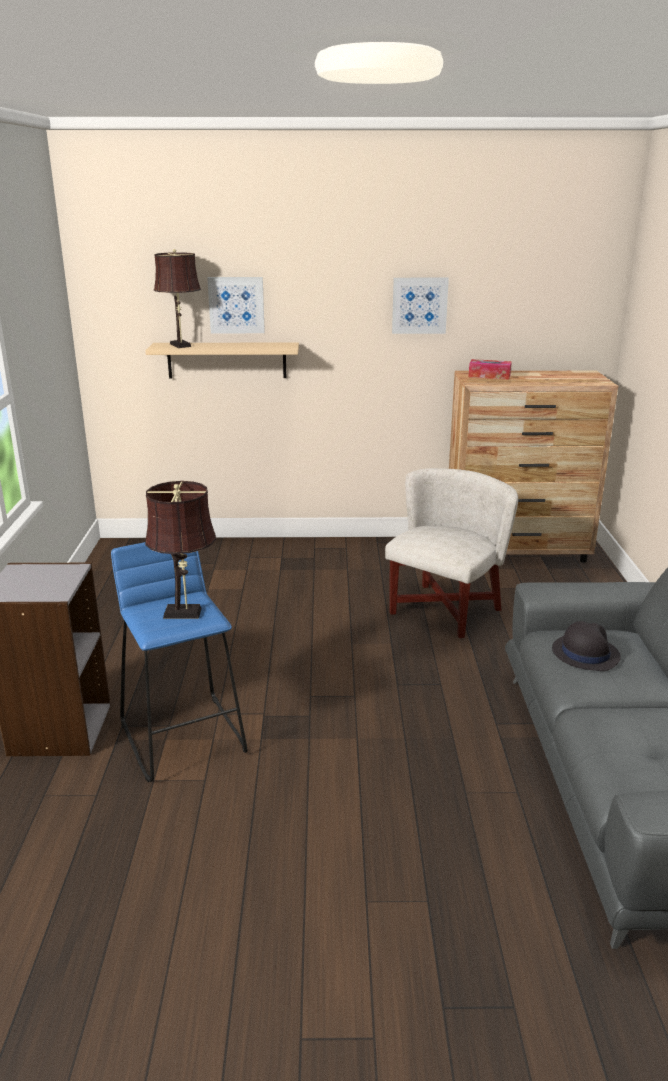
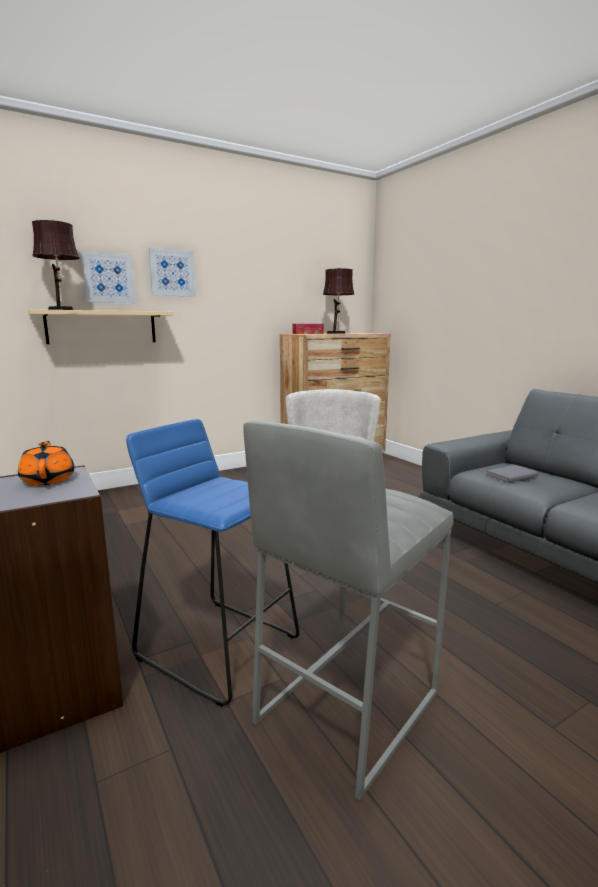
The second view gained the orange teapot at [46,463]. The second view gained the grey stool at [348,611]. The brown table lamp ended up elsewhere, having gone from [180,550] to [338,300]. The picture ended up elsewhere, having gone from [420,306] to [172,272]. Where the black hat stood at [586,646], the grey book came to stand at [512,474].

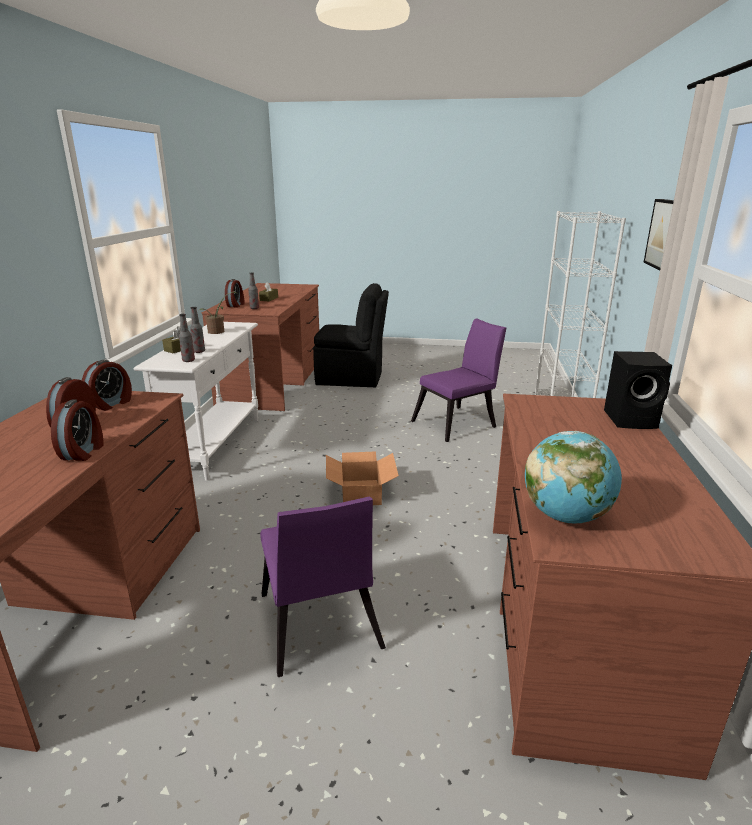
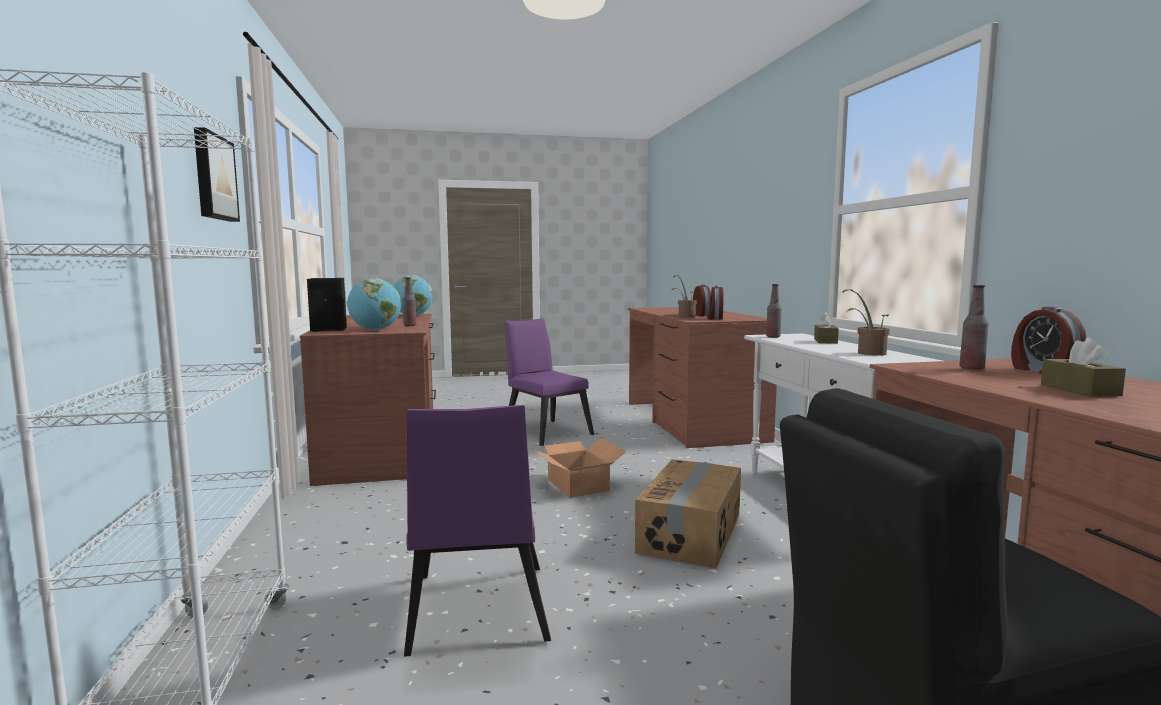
The second view lost the alarm clock at [77,430]. The second view gained the globe at [374,304]. The second view gained the cardboard box at [688,514]. The second view gained the potted plant at [684,296]. The bottle ended up elsewhere, having gone from [197,330] to [409,301]. The purple chair at [459,380] ended up facing another way, 45 degrees counterclockwise from before.

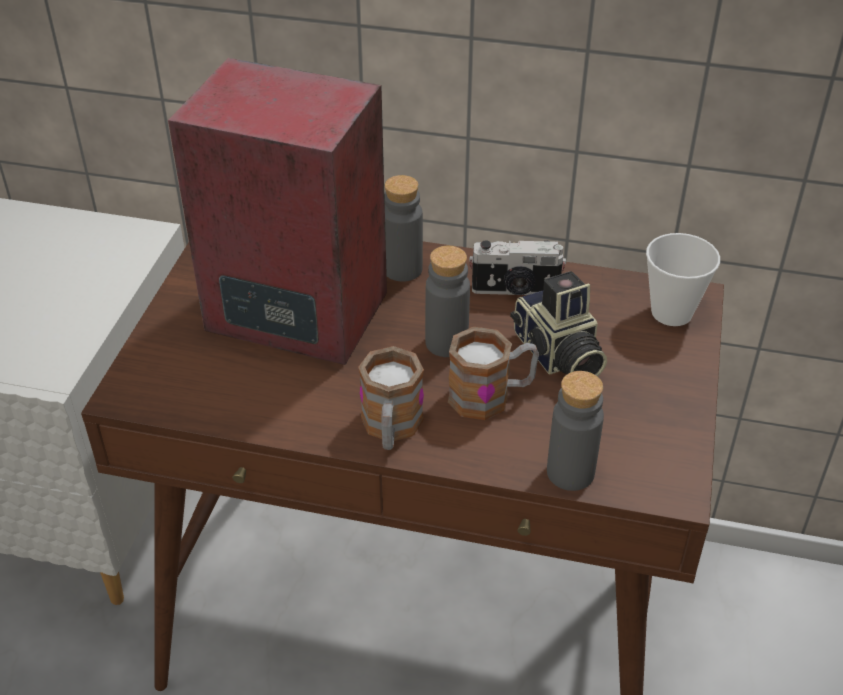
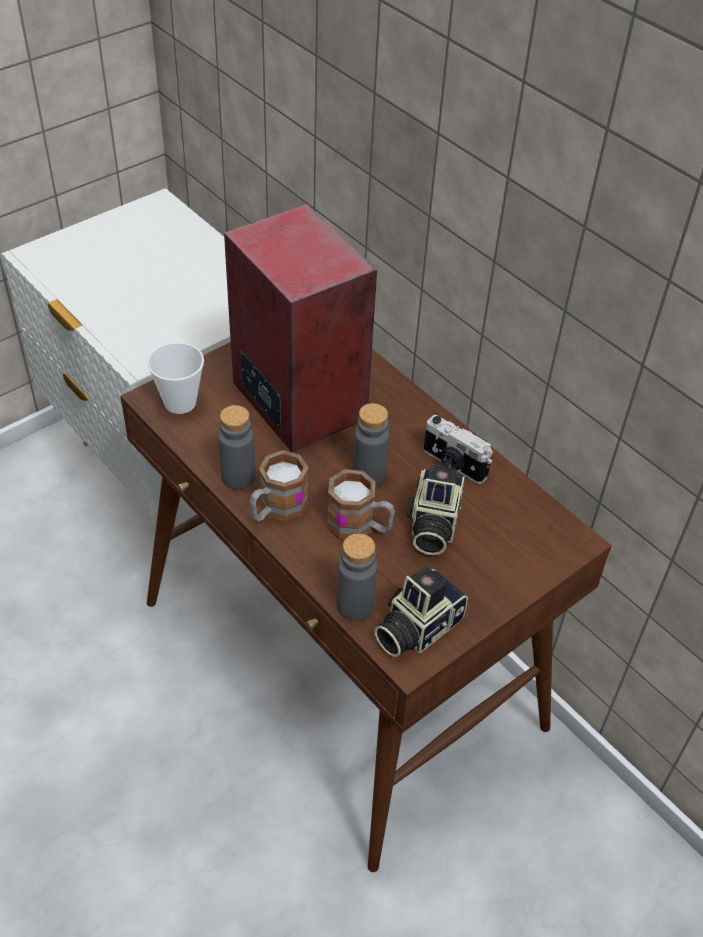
The second view gained the photo camera at [421,611]. The grey bottle ended up elsewhere, having gone from [403,228] to [236,447]. The cup ended up elsewhere, having gone from [683,279] to [175,378].

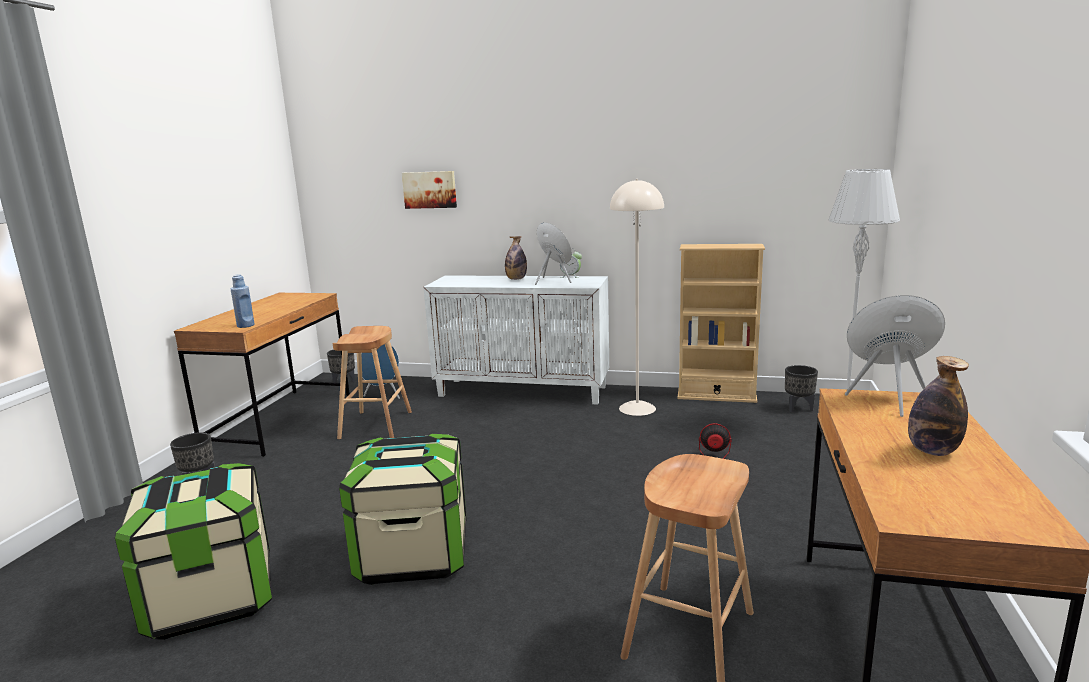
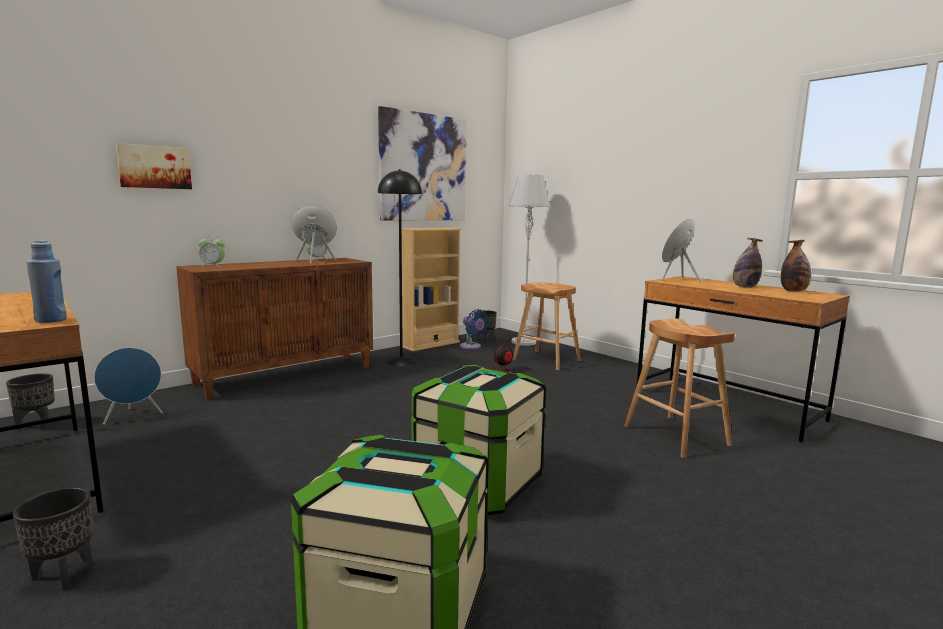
The second view gained the alarm clock at [211,251]. The second view gained the picture at [422,163]. The second view gained the blue fan at [474,329]. The brown stool ended up elsewhere, having gone from [372,383] to [547,327]. The bottle ended up elsewhere, having gone from [516,258] to [796,265]. What was the white cabinet at [516,340] turned into the brown cabinet at [274,329]. What was the beige floor lamp at [637,297] turned into the black floor lamp at [400,267].

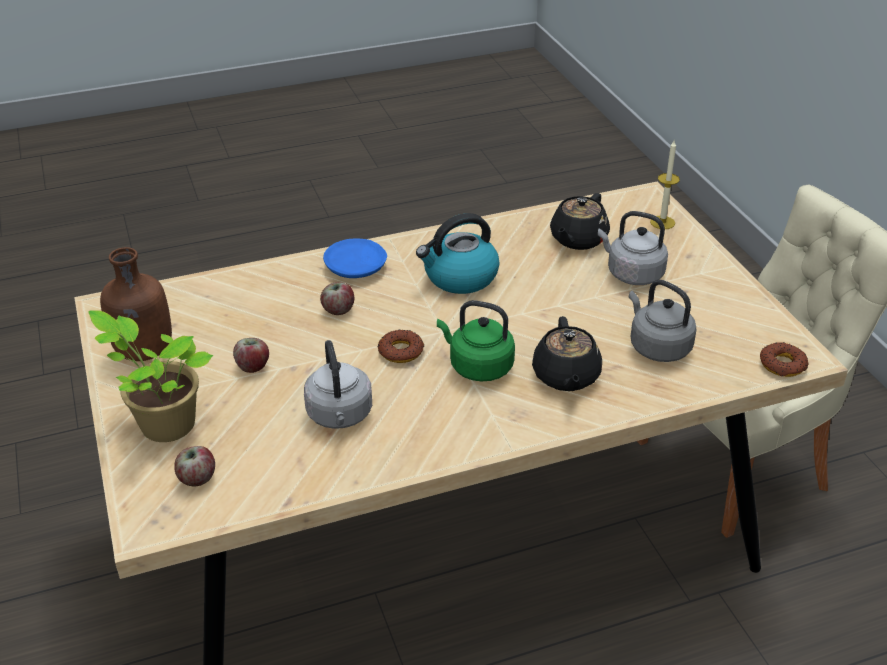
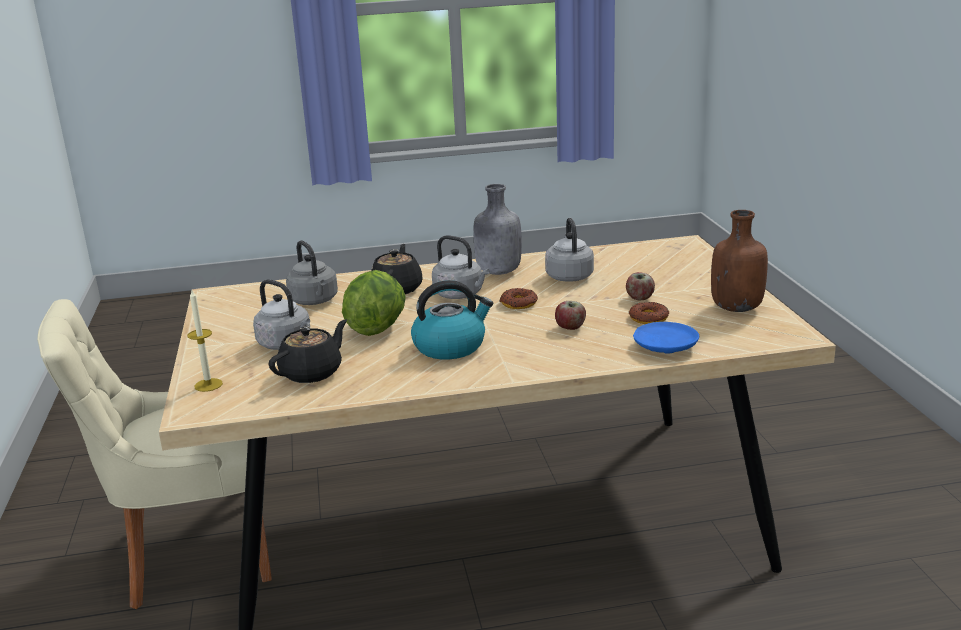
The second view lost the potted plant at [150,376]. The second view lost the apple at [194,466]. The second view gained the lettuce at [374,303]. The second view gained the grey bottle at [497,229]. The blue plate ended up elsewhere, having gone from [355,258] to [666,338]. The donut ended up elsewhere, having gone from [784,359] to [649,313]. What was the green kettle at [476,341] turned into the grey kettle at [460,267].

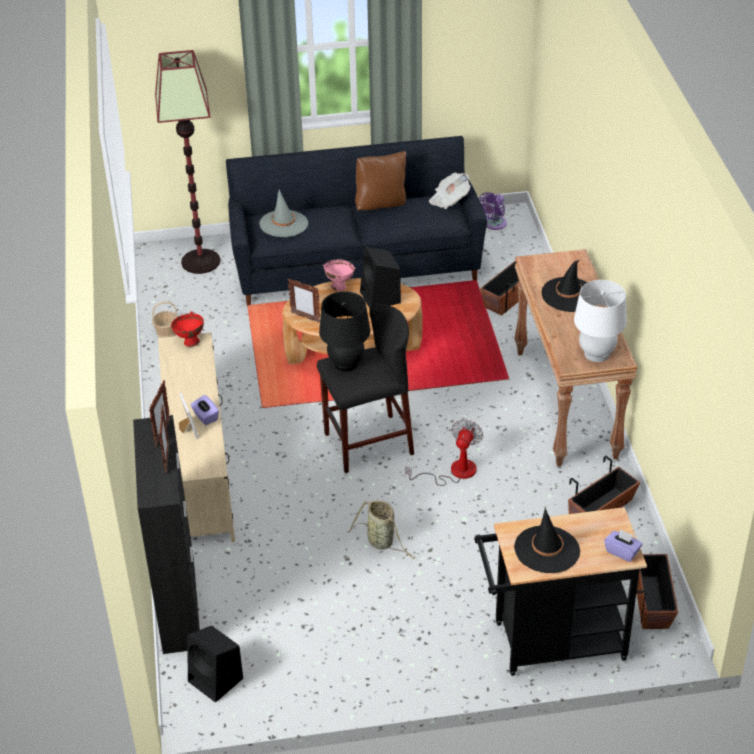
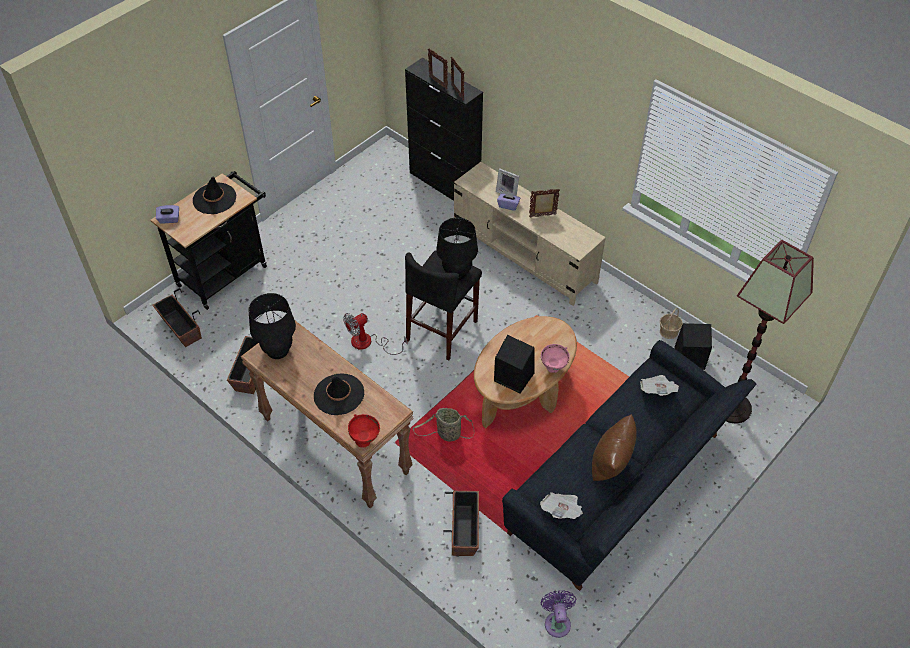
The red bowl ended up elsewhere, having gone from [187,329] to [364,431]. The black speaker ended up elsewhere, having gone from [215,664] to [693,346]. The picture frame ended up elsewhere, having gone from [304,300] to [544,203]. The basket ended up elsewhere, having gone from [382,530] to [443,424]. Where the grey hat stood at [283,213], the newspaper came to stand at [659,385]. What was the white table lamp at [600,321] turned into the black table lamp at [272,326]. The fan at [444,452] ended up facing another way, 75 degrees clockwise from before.

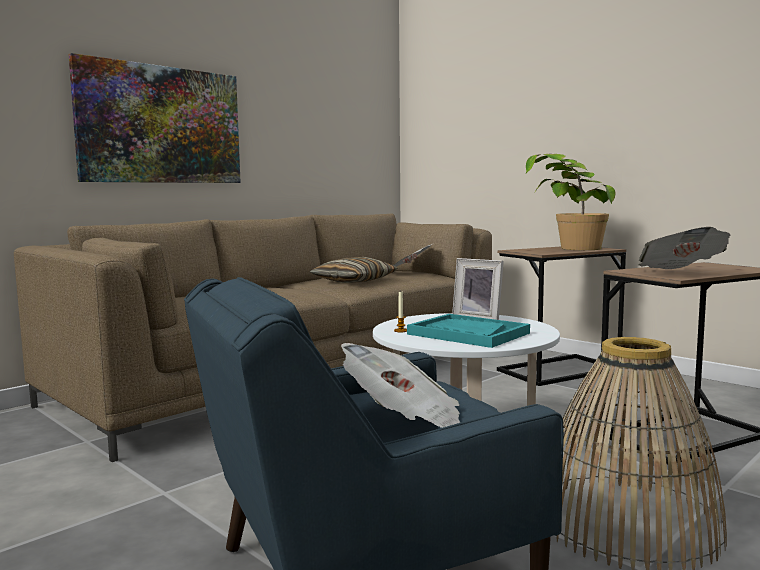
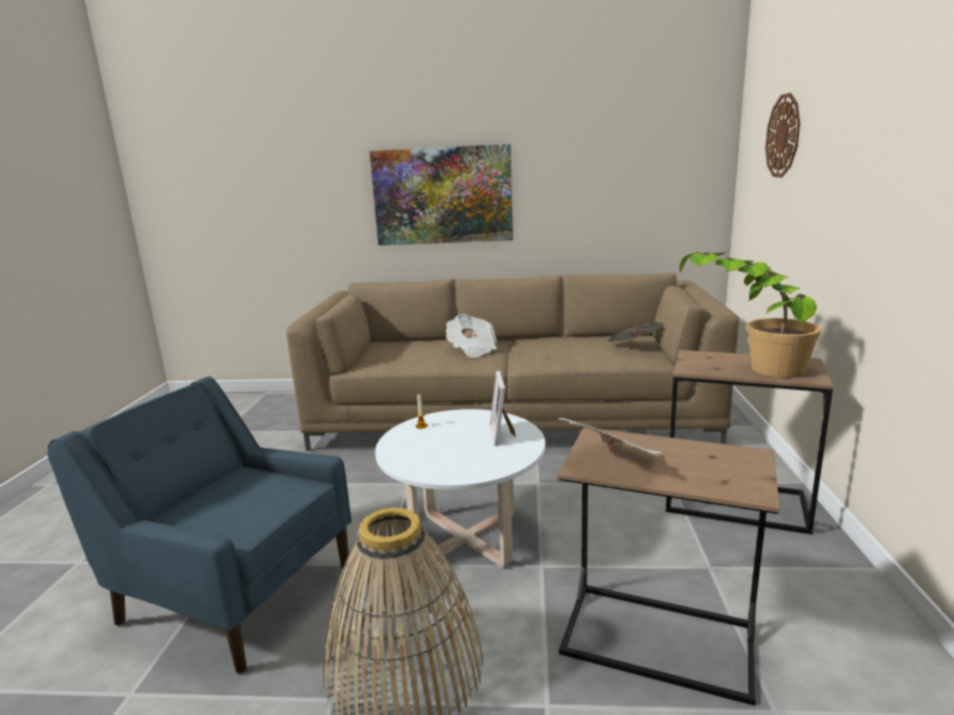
The second view lost the pillow at [353,270]. The second view lost the turquoise tray at [468,331]. The second view gained the wall clock at [782,135]. The newspaper ended up elsewhere, having gone from [400,385] to [471,336].

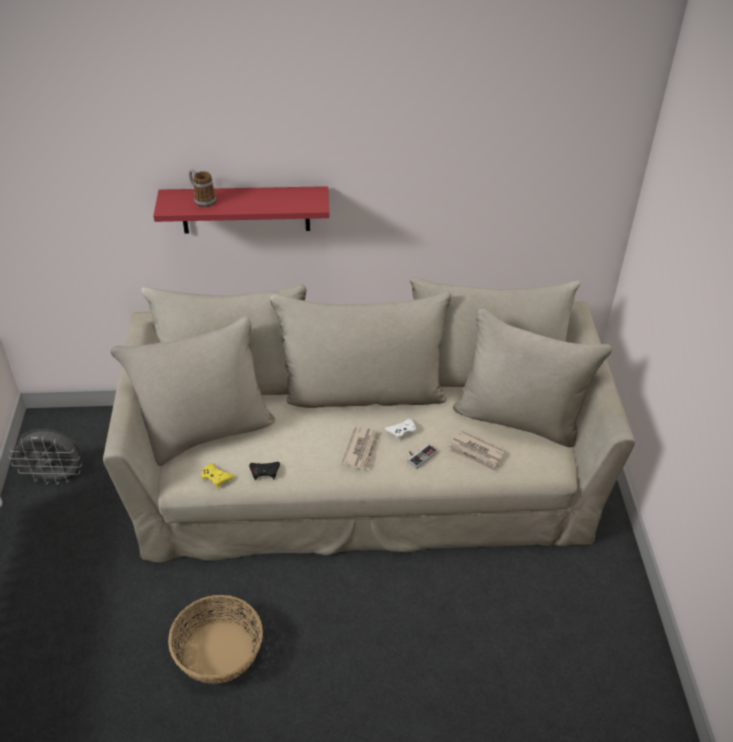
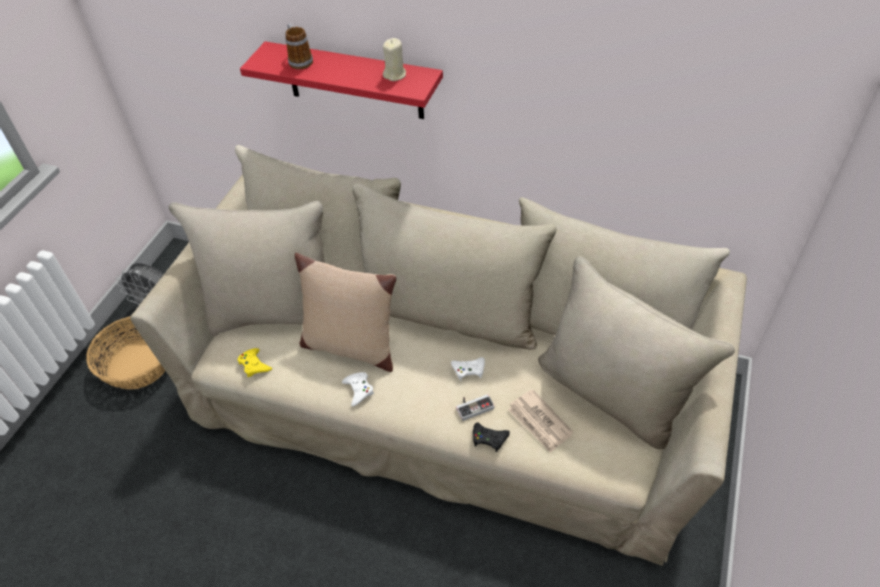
The second view lost the newspaper at [360,448]. The second view gained the beige pillow at [345,312]. The second view gained the white game controller at [358,389]. The second view gained the beige candle at [394,59]. The basket ended up elsewhere, having gone from [215,639] to [125,352]. The black game controller ended up elsewhere, having gone from [264,471] to [491,437].

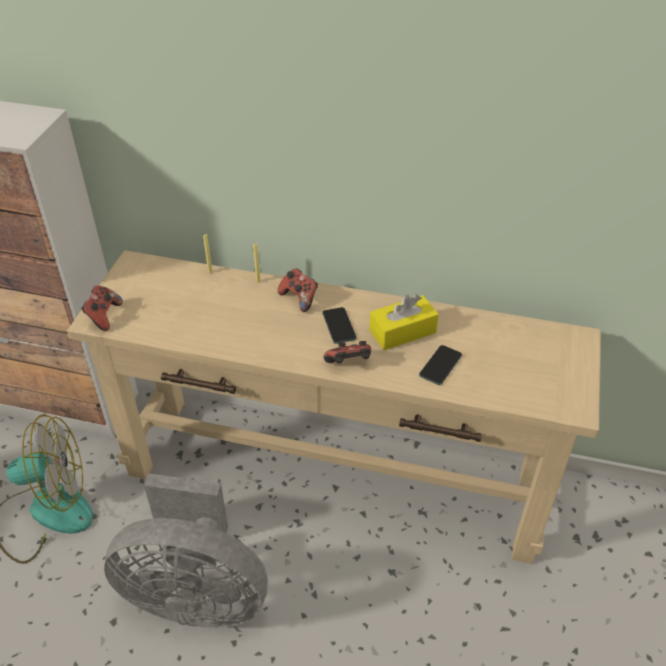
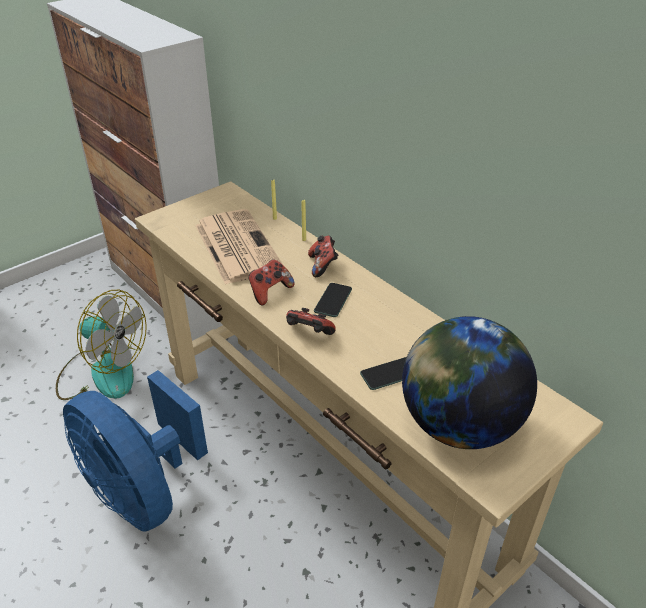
The second view lost the yellow tissue box at [404,322]. The second view gained the newspaper at [238,247]. The second view gained the globe at [469,382]. The game controller ended up elsewhere, having gone from [102,308] to [272,282]. What was the grey fan at [186,551] turned into the blue fan at [135,451].

